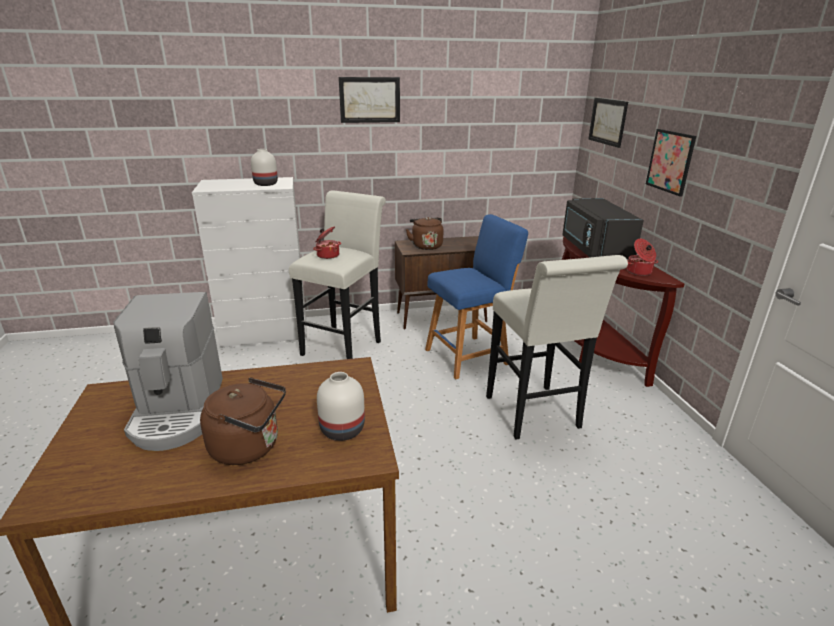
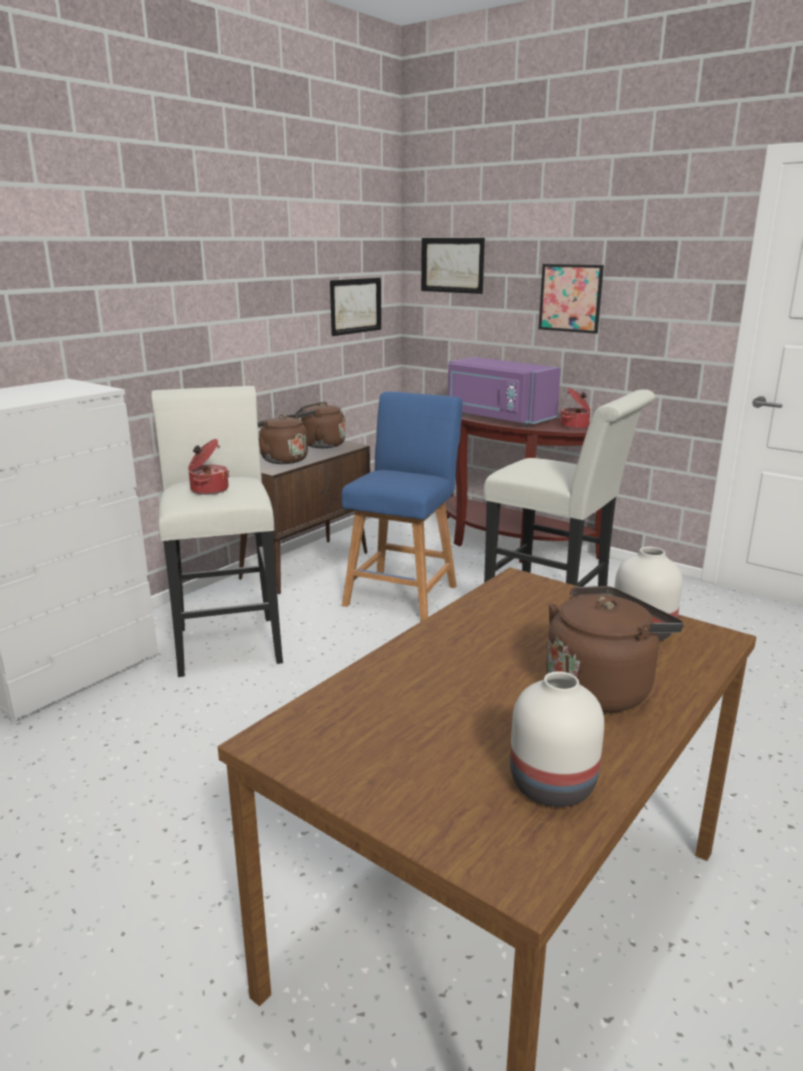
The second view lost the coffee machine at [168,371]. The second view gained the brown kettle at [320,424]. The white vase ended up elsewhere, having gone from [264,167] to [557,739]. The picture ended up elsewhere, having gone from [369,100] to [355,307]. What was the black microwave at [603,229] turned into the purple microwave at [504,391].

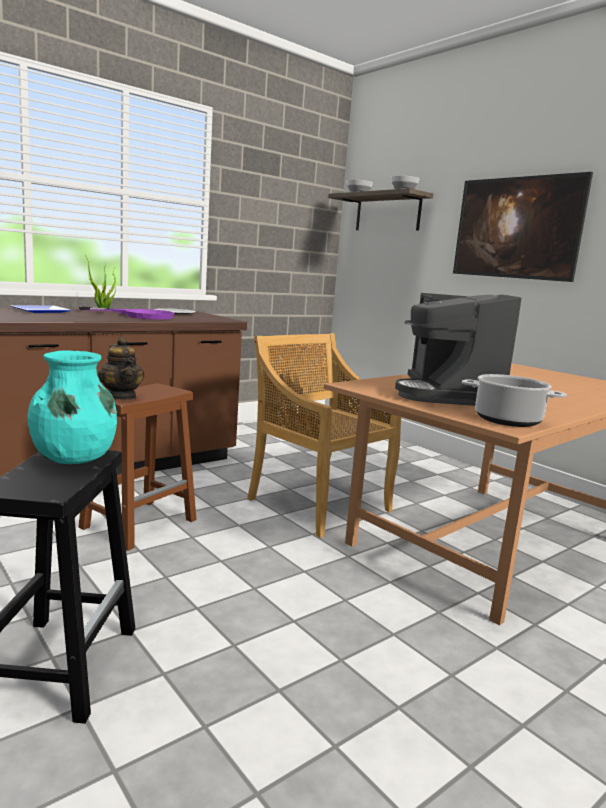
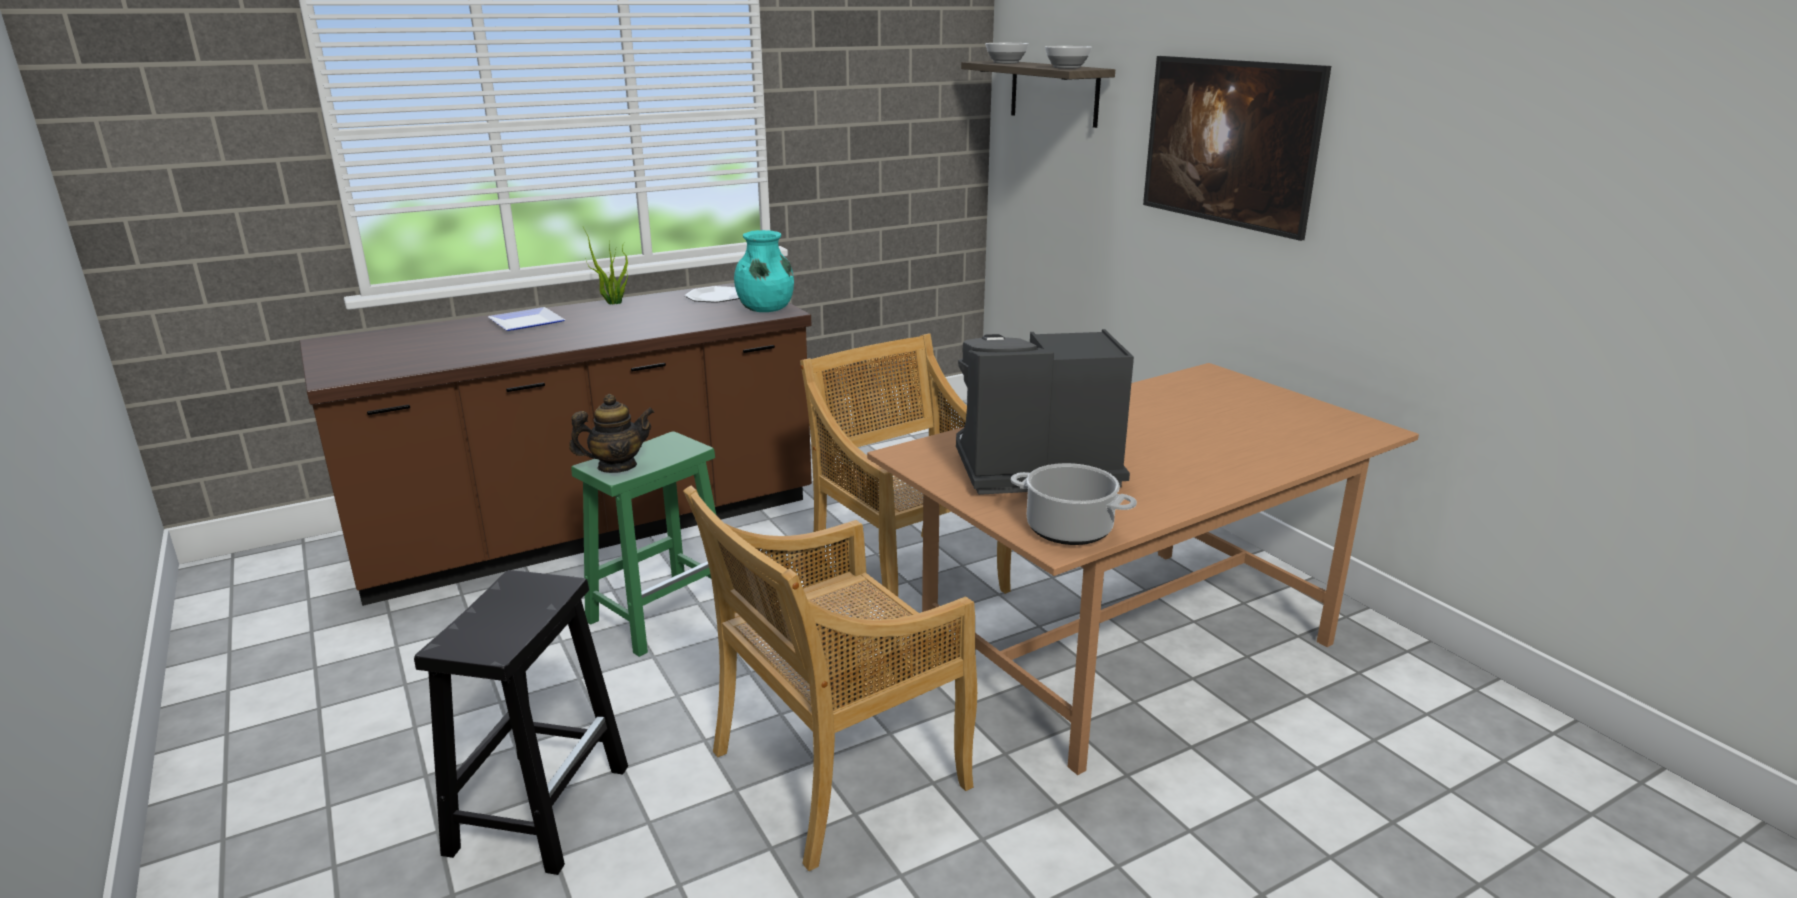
The second view lost the purple frying pan at [126,313]. The second view gained the beige chair at [830,678]. The turquoise vase ended up elsewhere, having gone from [72,407] to [764,271]. What was the brown stool at [137,467] turned into the green stool at [644,544]. The teapot at [121,368] ended up facing another way, 90 degrees counterclockwise from before. The coffee machine at [458,349] ended up facing another way, 75 degrees clockwise from before.

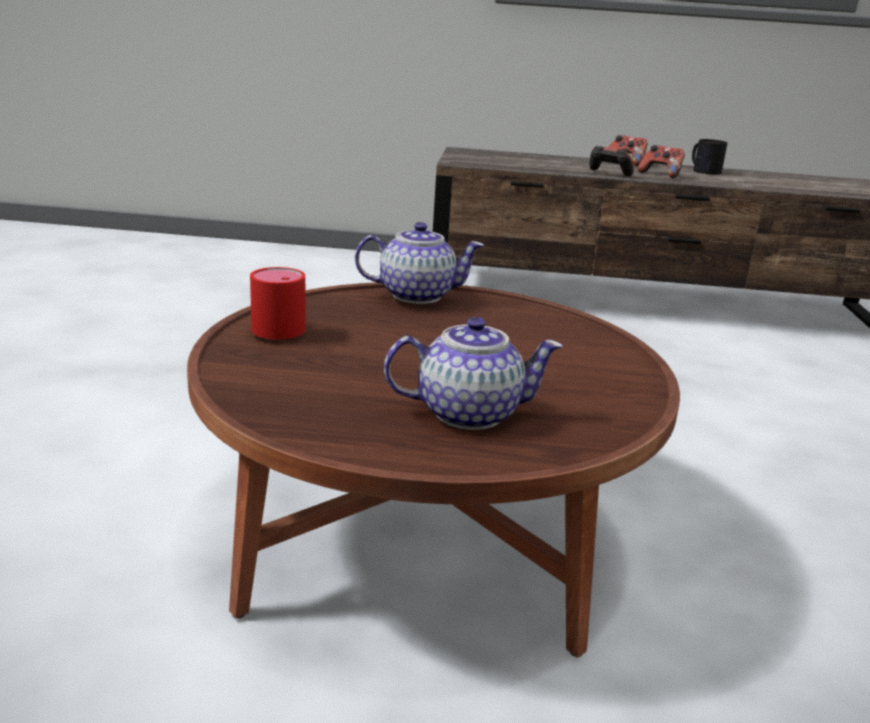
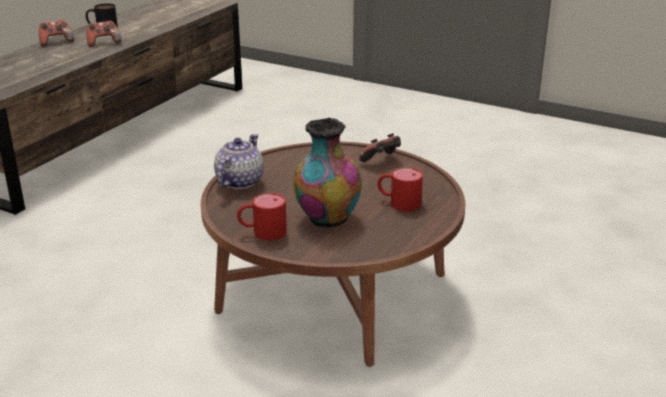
The second view gained the vase at [327,173]. The game controller ended up elsewhere, having gone from [611,161] to [380,147]. Where the teapot stood at [473,373], the red mug came to stand at [400,189].

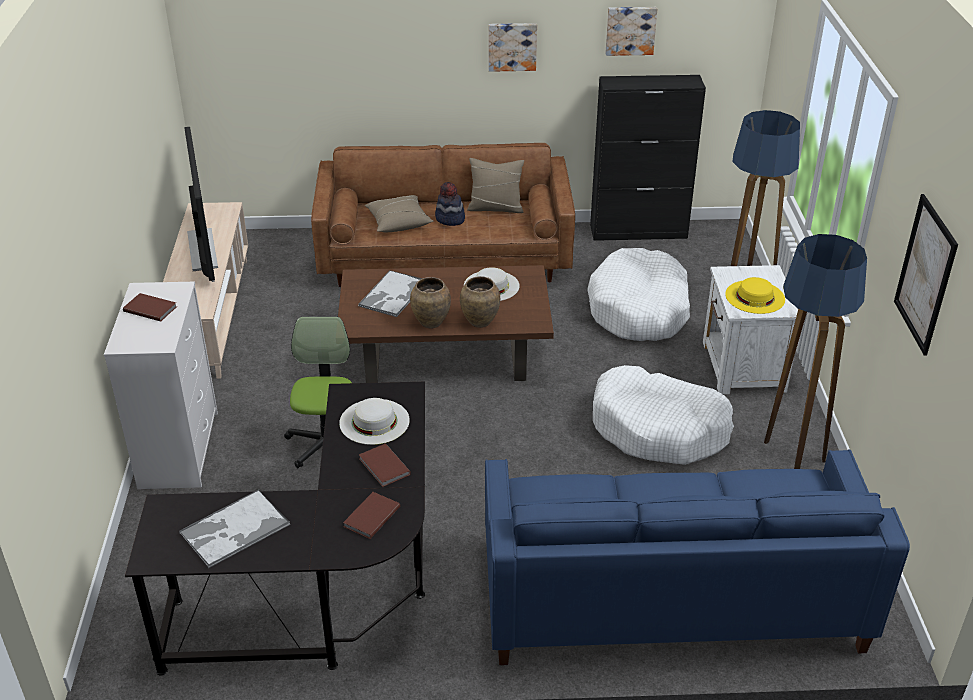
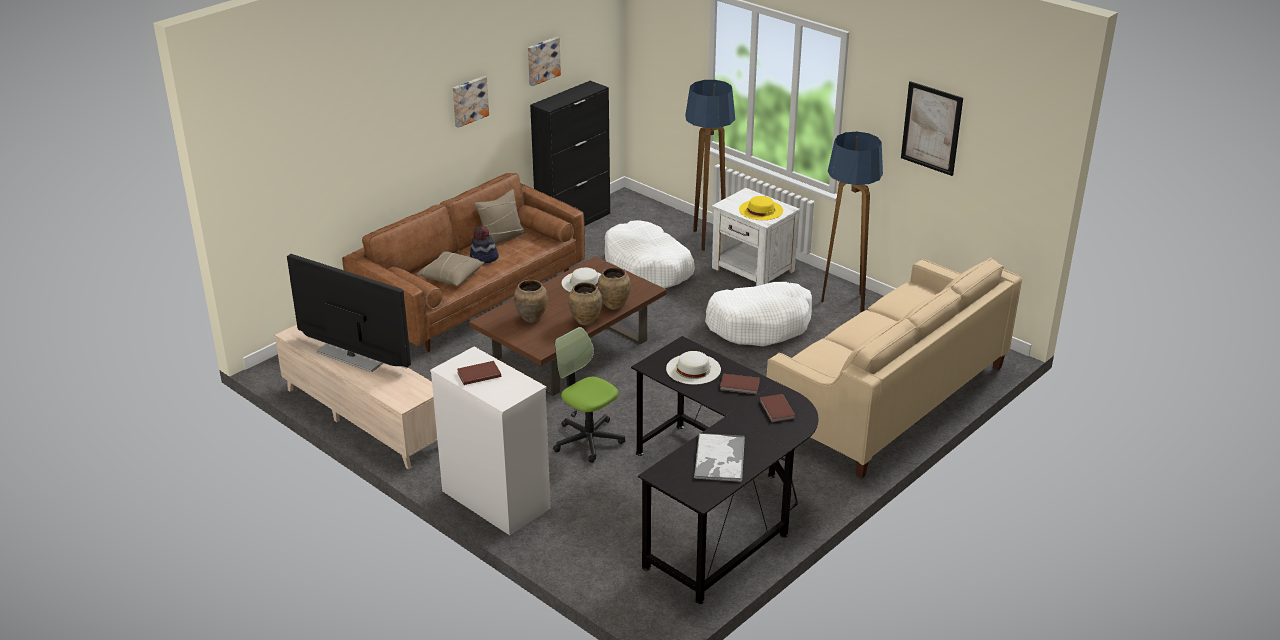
Where the tray stood at [390,293], the brown vase came to stand at [531,301]. What was the blue sofa at [697,557] turned into the beige sofa at [894,368].

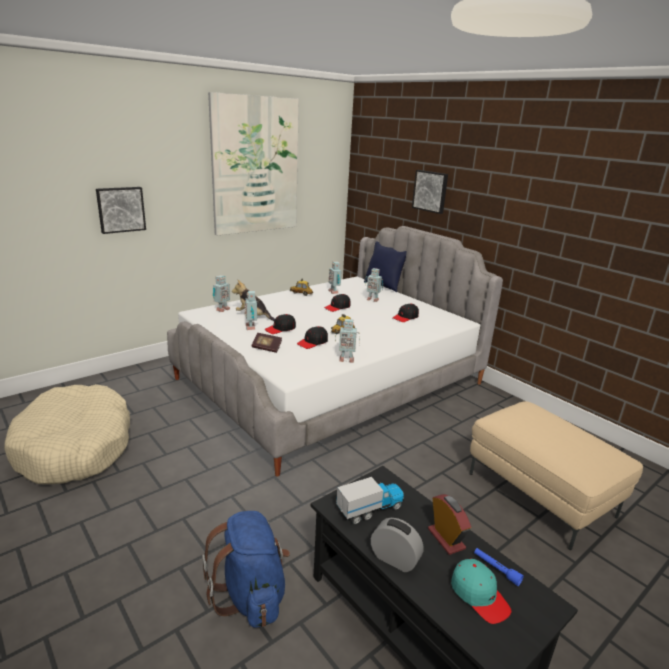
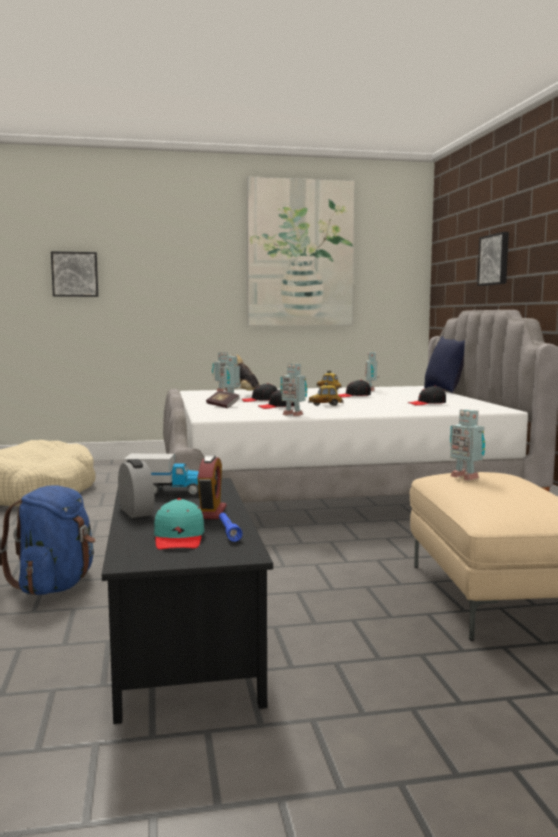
The picture ended up elsewhere, having gone from [121,210] to [74,274]. The toy robot ended up elsewhere, having gone from [374,285] to [467,444].

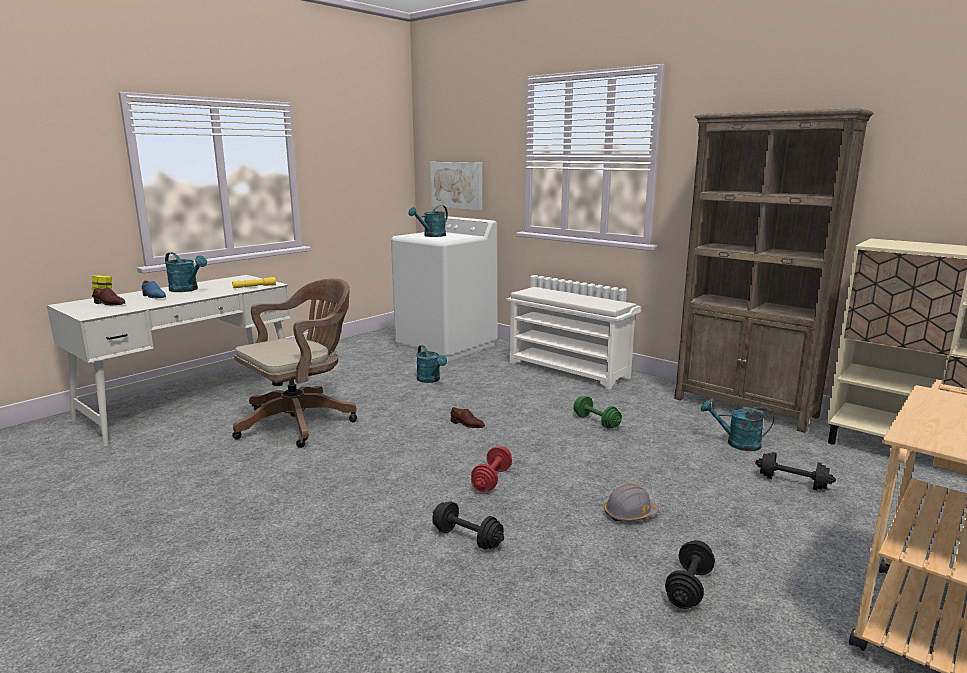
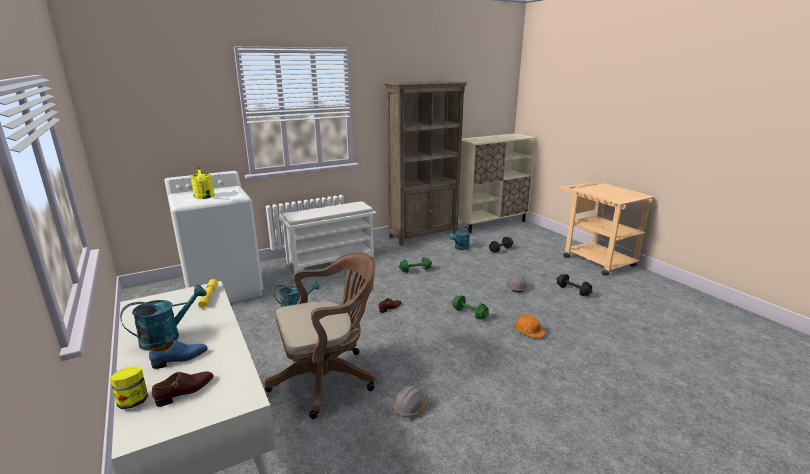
The second view lost the picture at [456,186]. The second view gained the grey hard hat at [411,401]. Where the black dumbbell stood at [468,525], the orange hard hat came to stand at [529,326]. What was the turquoise watering can at [428,221] turned into the yellow watering can at [202,183]. What was the red dumbbell at [491,469] turned into the green dumbbell at [470,307]. The brown office chair at [294,363] ended up facing another way, 90 degrees clockwise from before.

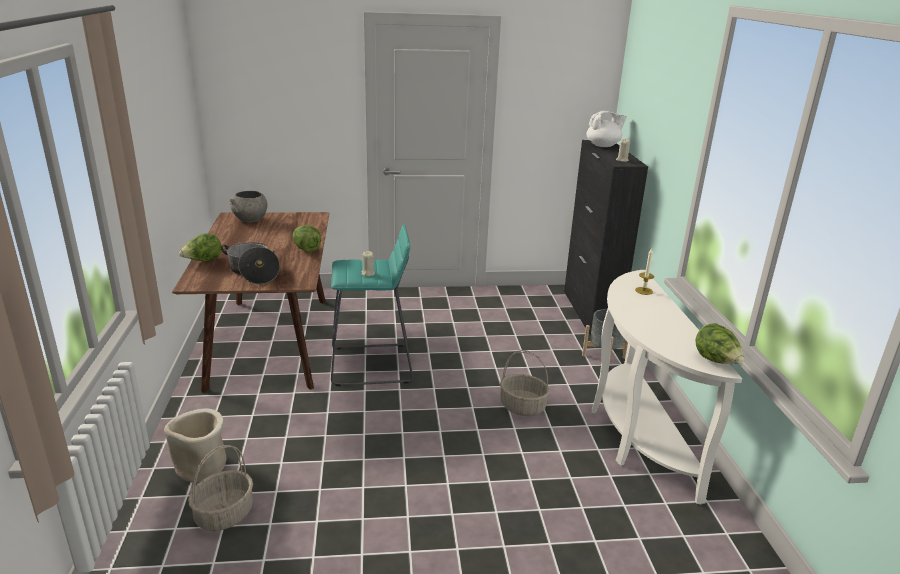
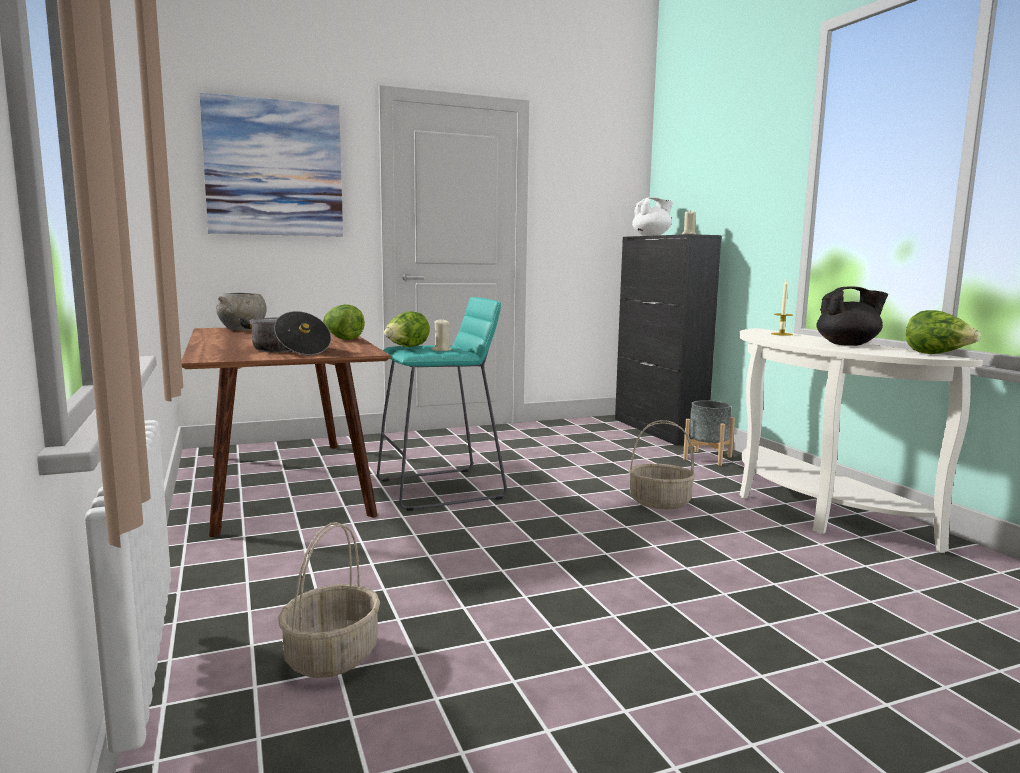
The second view lost the beige planter at [195,445]. The second view gained the picture at [271,164]. The second view gained the black teapot at [852,316]. The lettuce ended up elsewhere, having gone from [200,247] to [407,329].

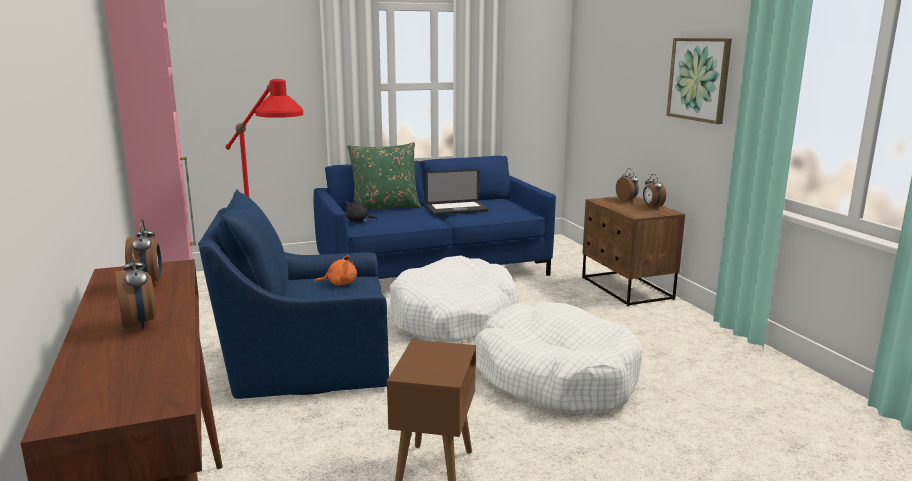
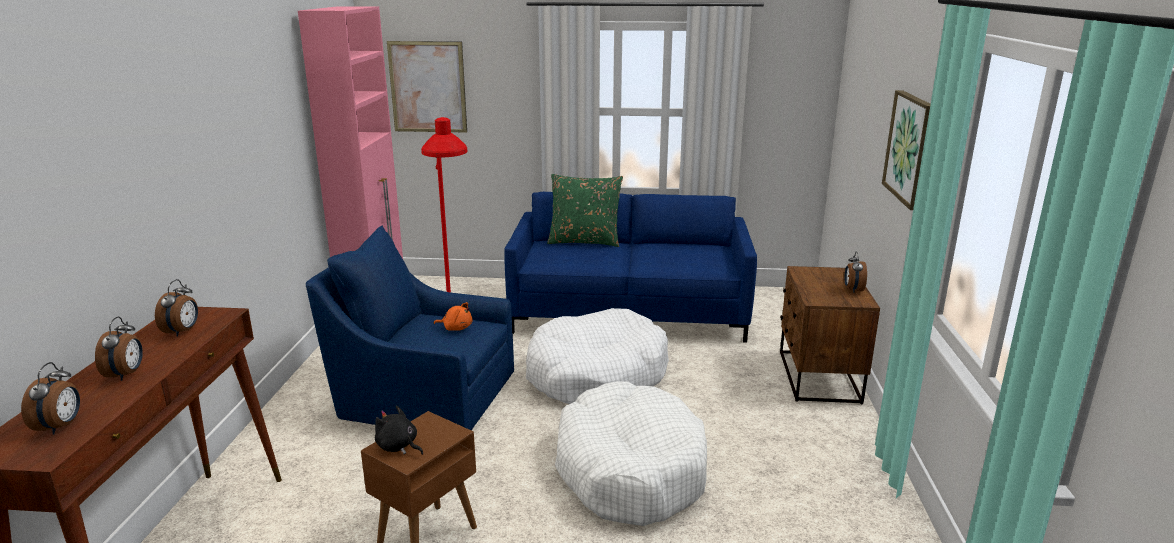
The second view lost the laptop at [457,192]. The second view gained the picture at [427,87]. The black plush toy ended up elsewhere, having gone from [361,210] to [399,430]. The alarm clock ended up elsewhere, having gone from [627,184] to [50,398].

